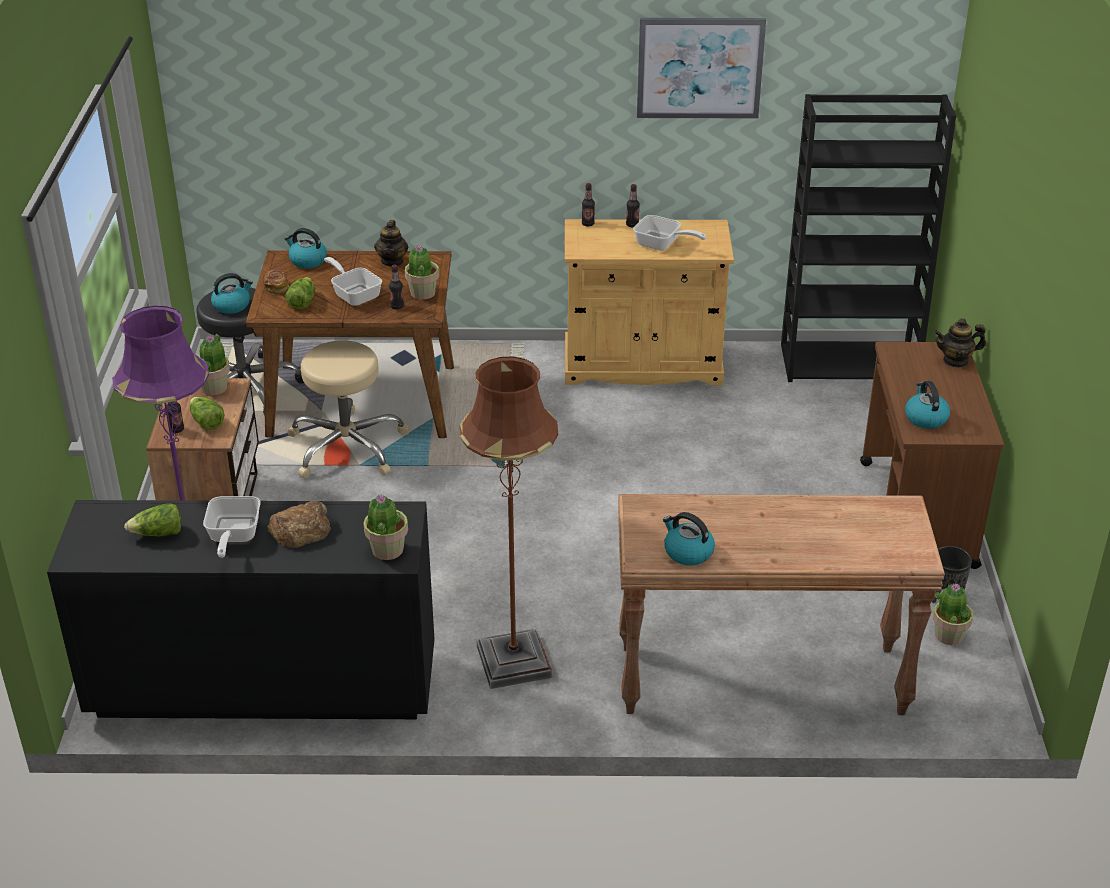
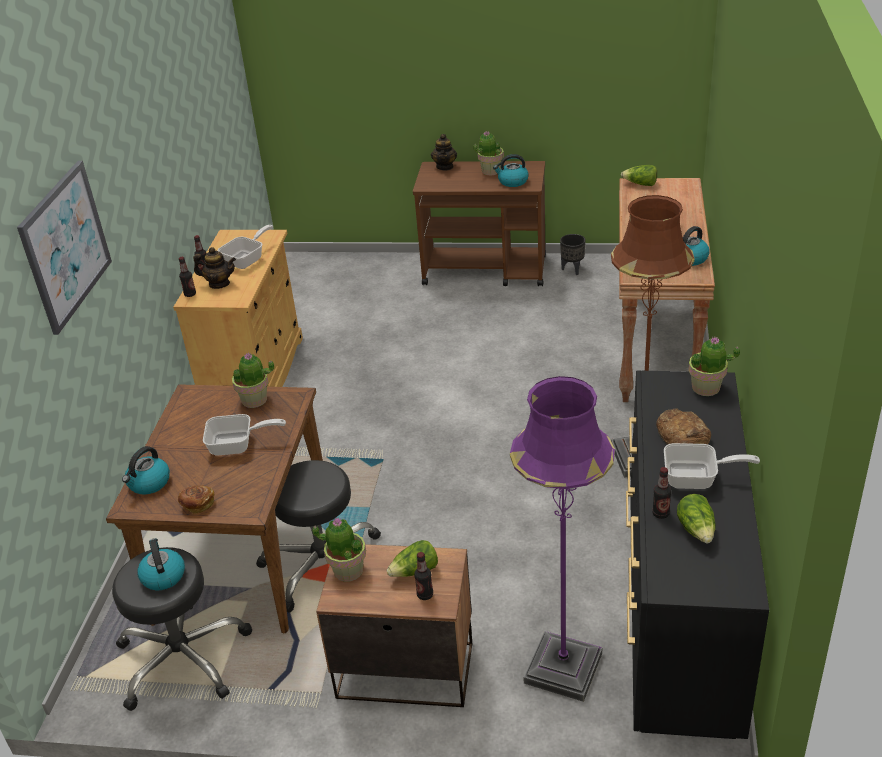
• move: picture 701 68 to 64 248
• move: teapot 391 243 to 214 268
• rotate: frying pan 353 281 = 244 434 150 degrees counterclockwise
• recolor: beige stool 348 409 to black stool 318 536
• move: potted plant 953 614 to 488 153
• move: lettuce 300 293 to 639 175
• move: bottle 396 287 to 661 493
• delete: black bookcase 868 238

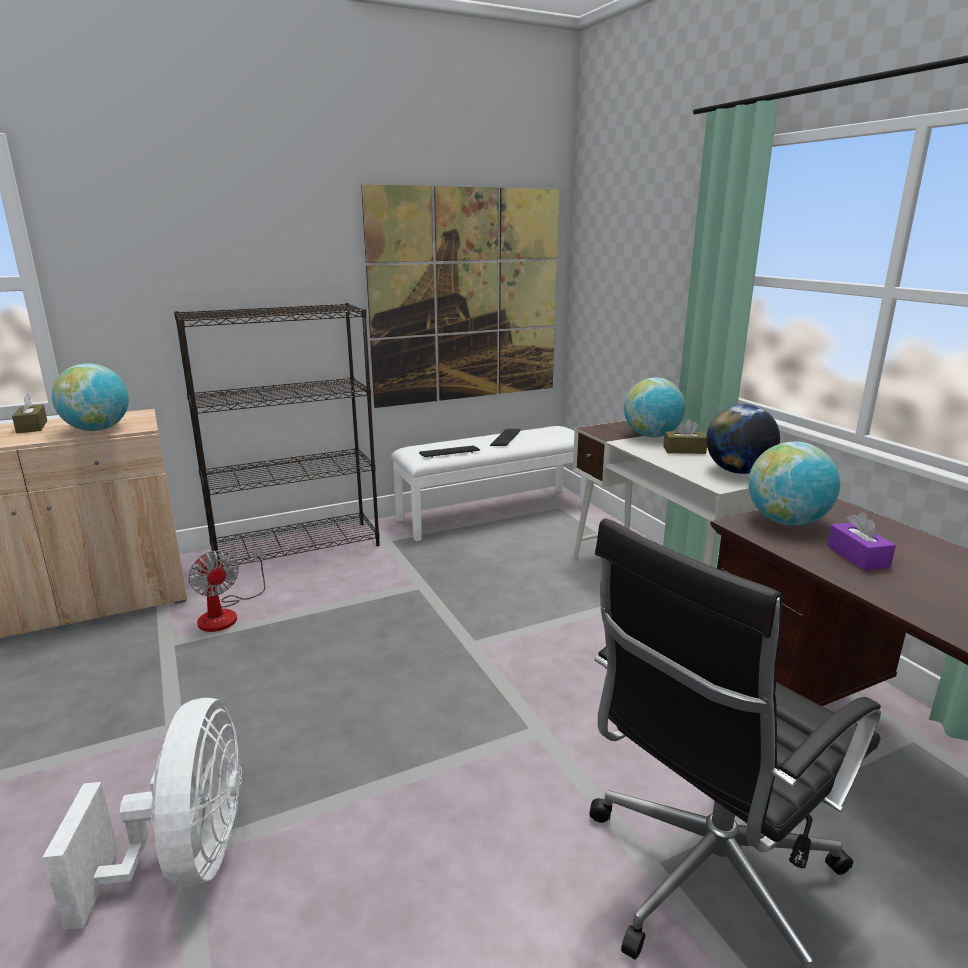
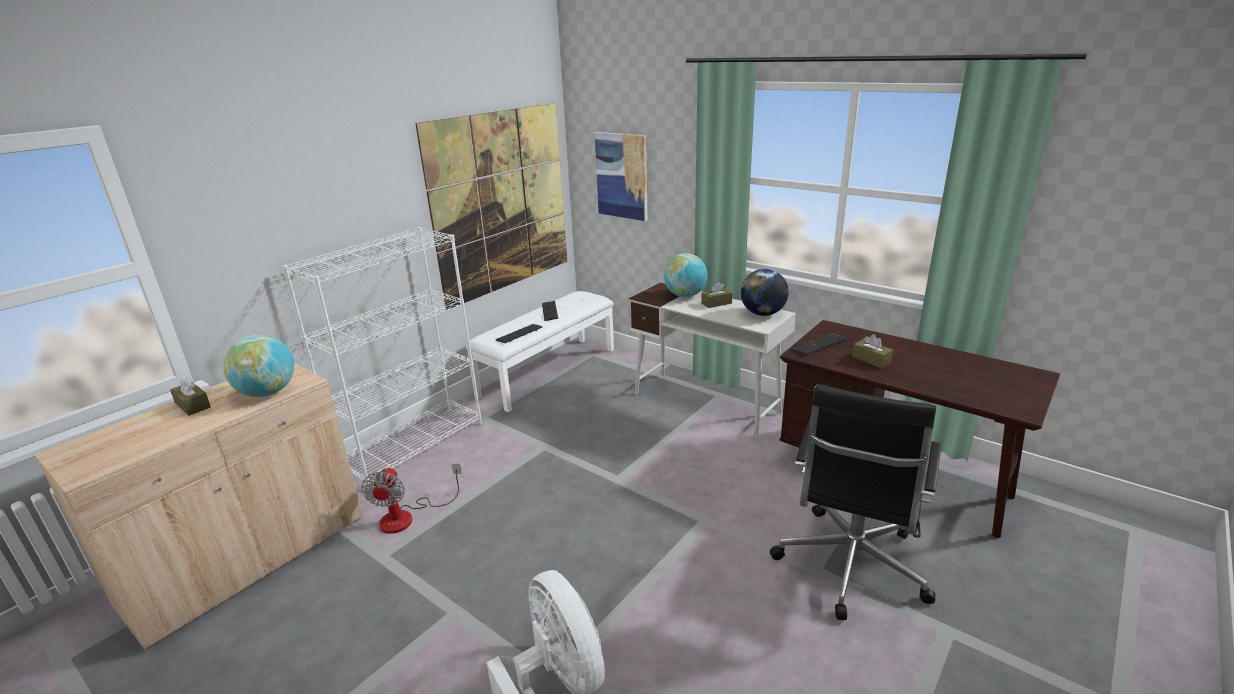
• recolor: black bookcase 277 435 to white bookcase 382 357
• rotate: fan 226 590 = 411 499 60 degrees clockwise
• insert: picture 621 176
• replace: globe 794 483 to keyboard 819 344
• recolor: purple tissue box 861 541 to brown tissue box 872 351

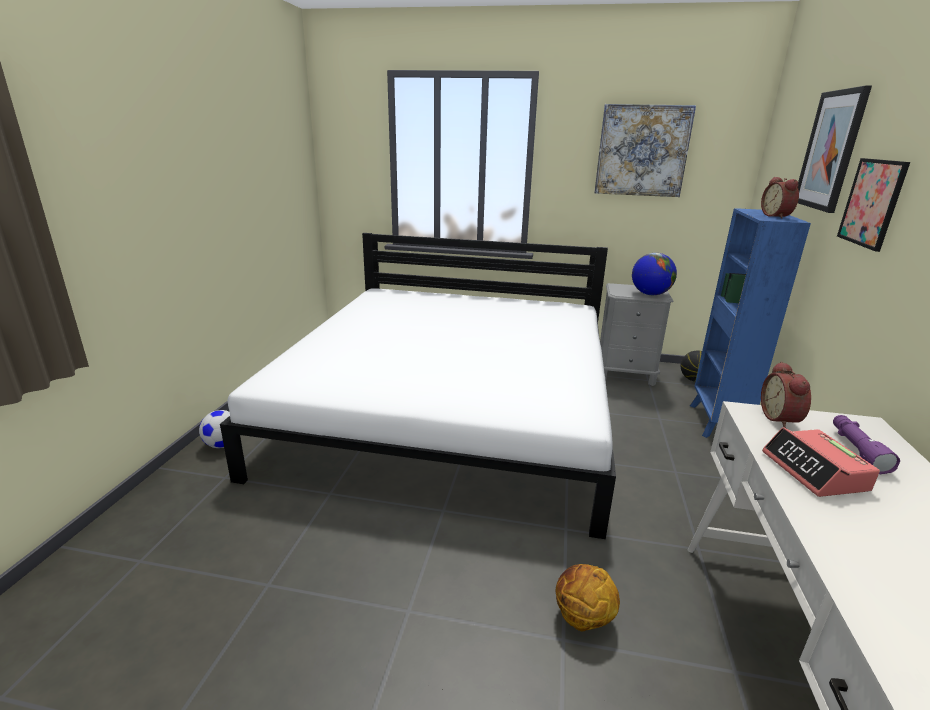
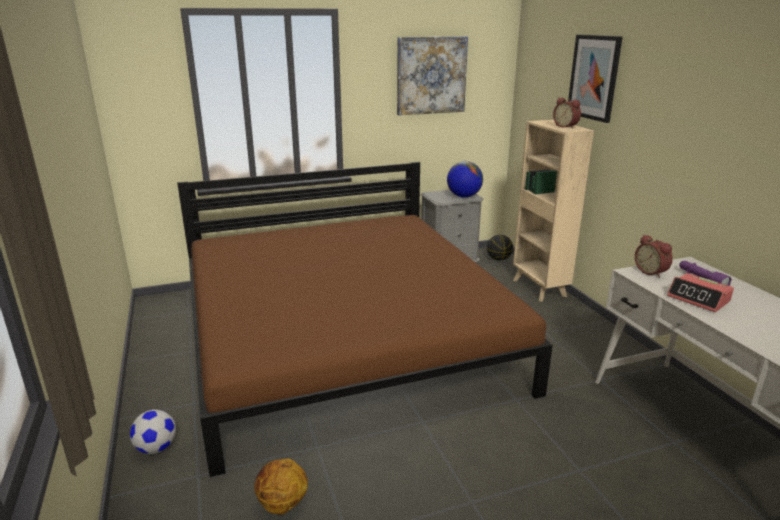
• recolor: white bed 418 386 to brown bed 365 319
• move: basketball 588 598 to 281 486
• recolor: blue bookcase 750 323 to beige bookcase 553 211
• delete: picture 873 205

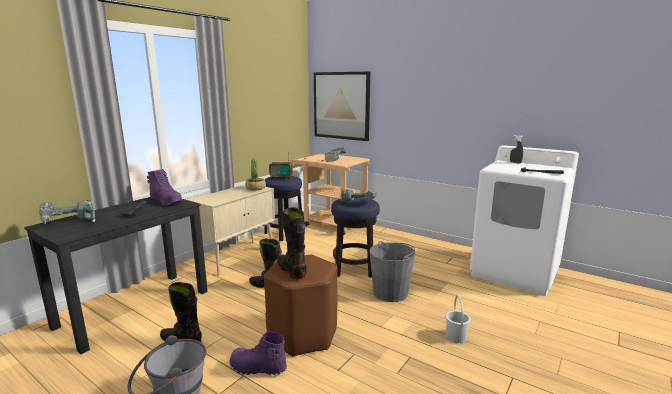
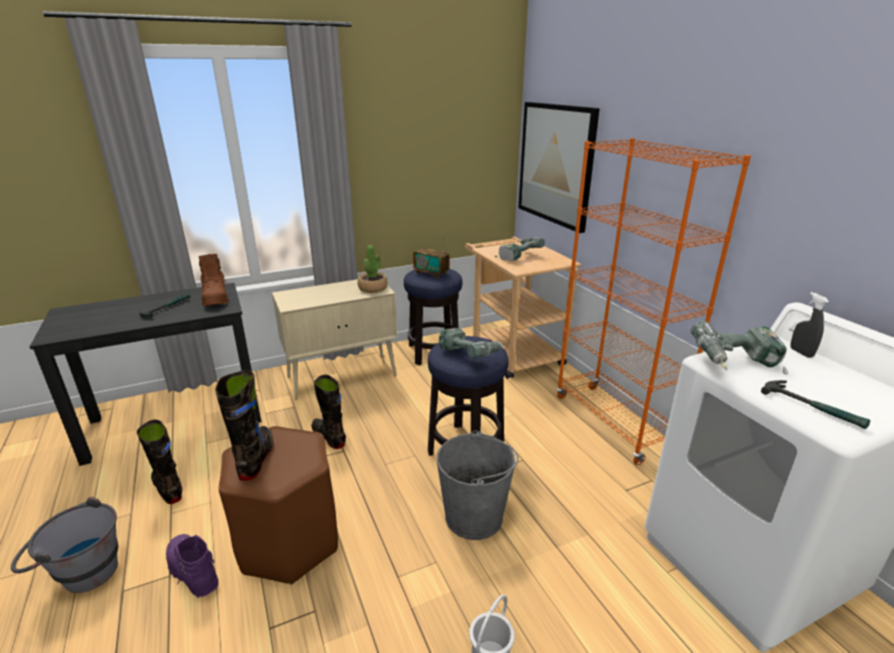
• recolor: purple boot 164 187 to brown boot 213 280
• insert: orange bookcase 653 301
• move: power drill 67 212 to 739 347

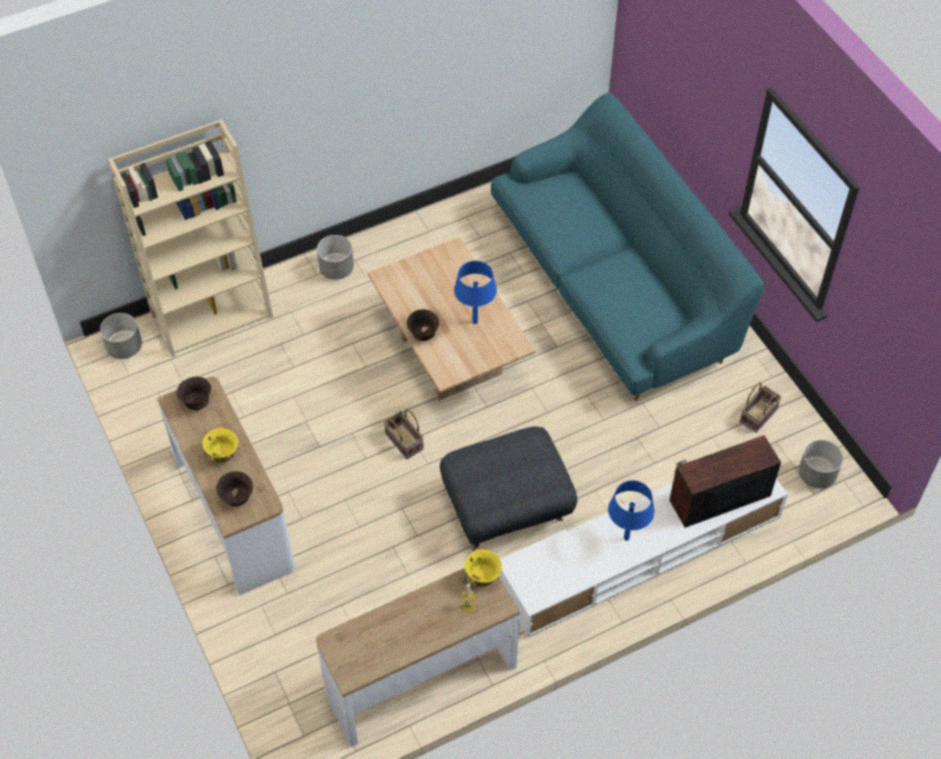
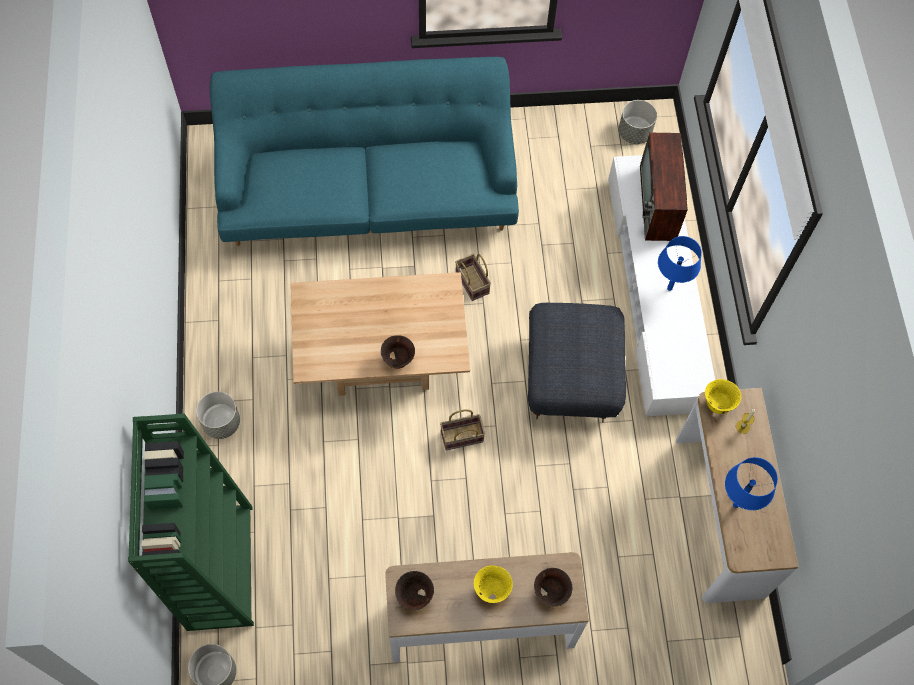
• recolor: beige bookcase 190 238 to green bookcase 191 522
• move: basket 761 407 to 473 277
• move: blue table lamp 475 292 to 751 483

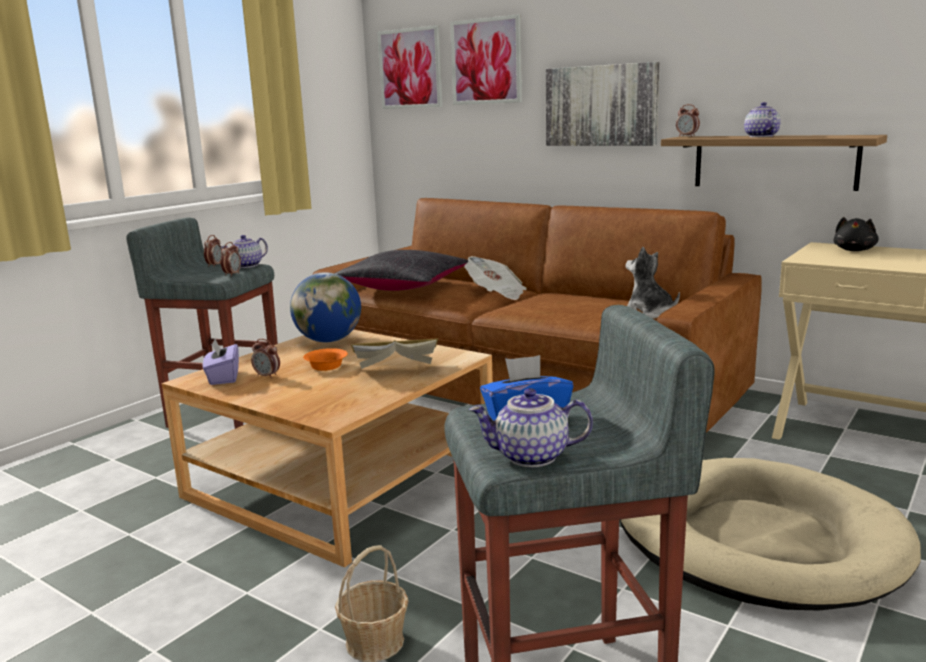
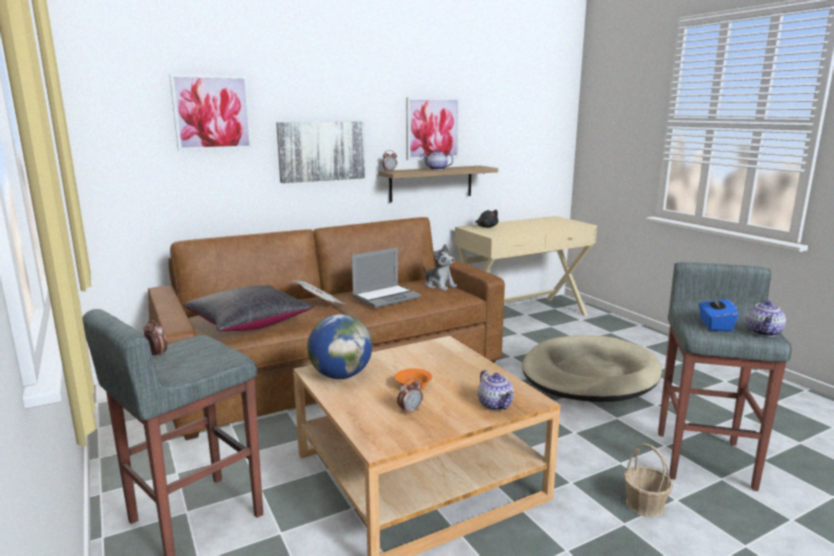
• insert: laptop 386 277
• move: picture 409 67 to 433 128
• rotate: plush toy 653 283 = 440 267 120 degrees counterclockwise
• move: teapot 244 251 to 496 390
• delete: purple tissue box 220 362
• delete: alarm clock 231 259
• delete: book 394 353

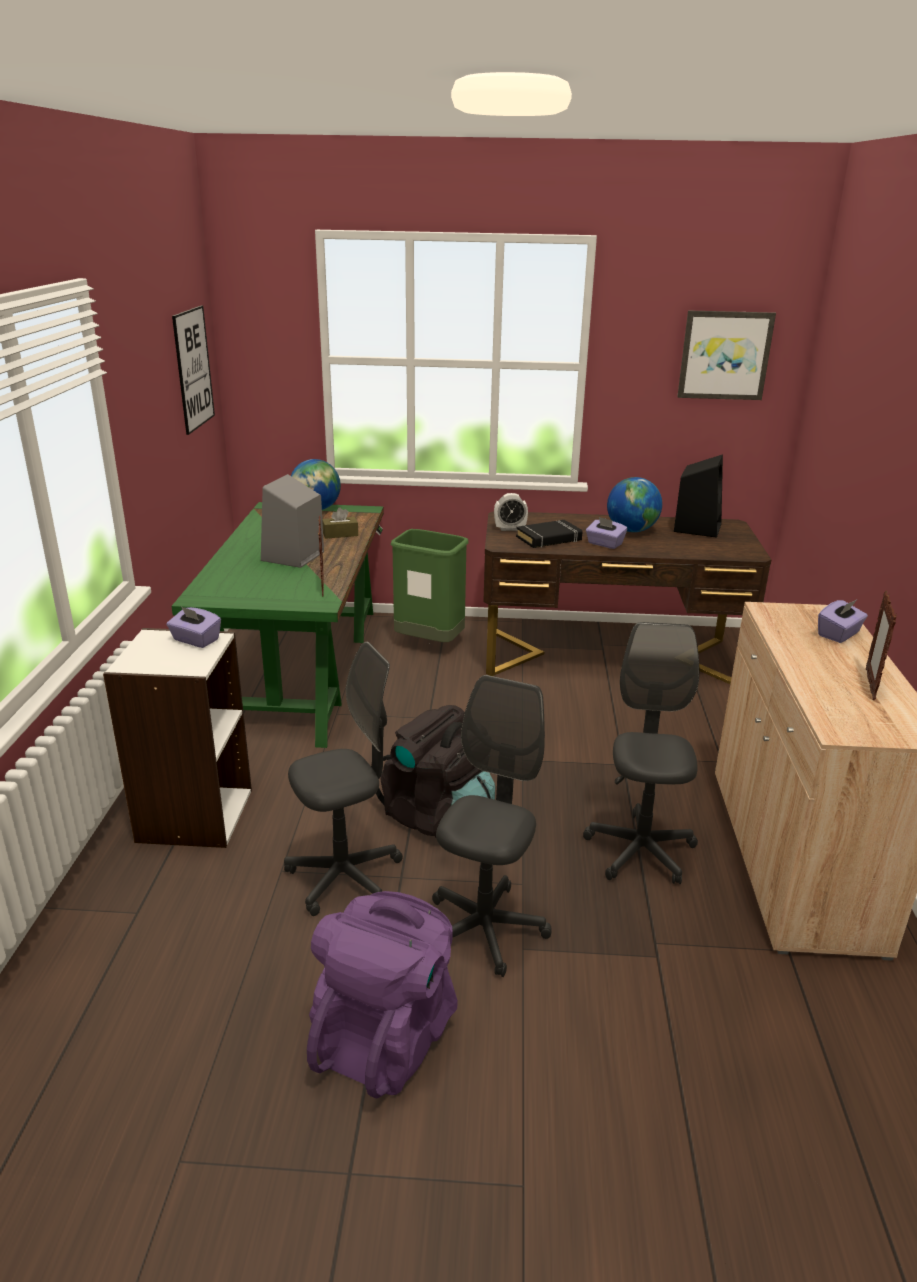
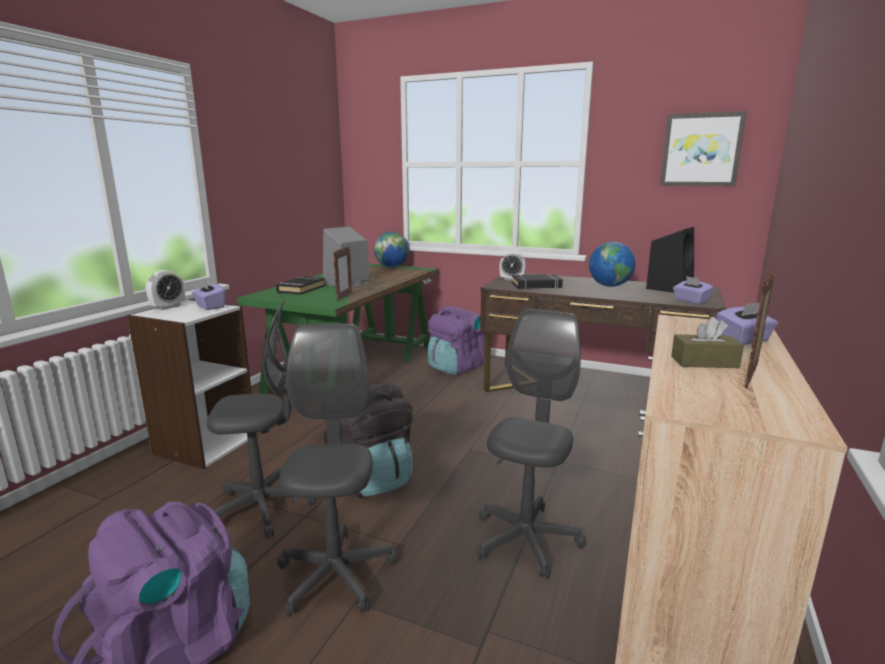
• insert: alarm clock 165 290
• insert: black book 300 285
• rotate: grey office chair 491 826 = 337 470 45 degrees counterclockwise
• replace: green trash can 430 585 to purple backpack 456 341
• move: brown tissue box 340 523 to 707 342
• move: purple tissue box 606 533 to 693 290
• delete: picture 193 370

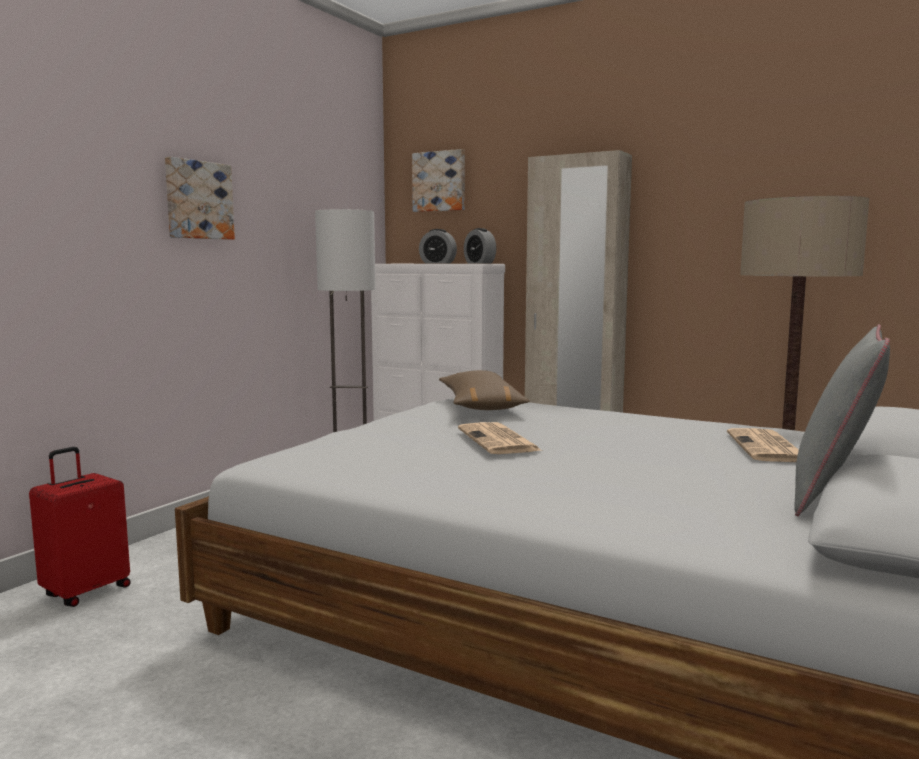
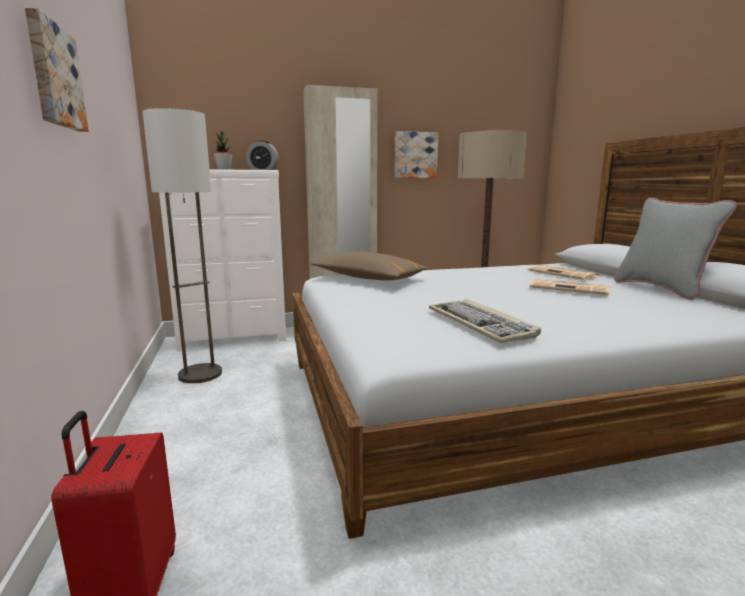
• replace: alarm clock 438 246 to potted plant 223 150
• move: picture 438 180 to 417 154
• insert: keyboard 485 321
• move: newspaper 500 438 to 570 286

